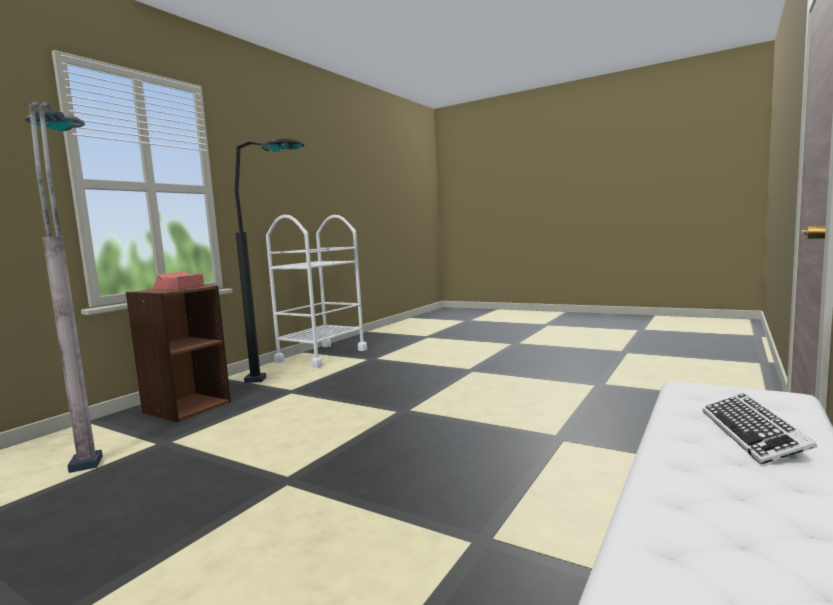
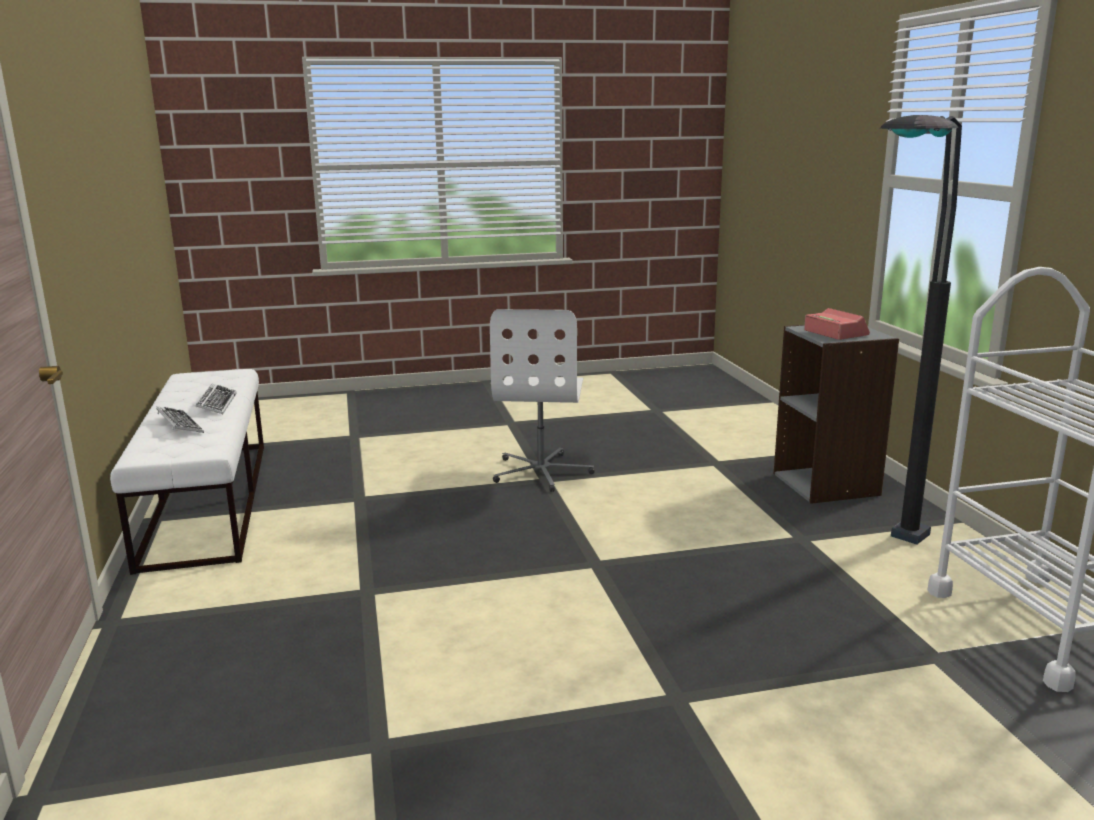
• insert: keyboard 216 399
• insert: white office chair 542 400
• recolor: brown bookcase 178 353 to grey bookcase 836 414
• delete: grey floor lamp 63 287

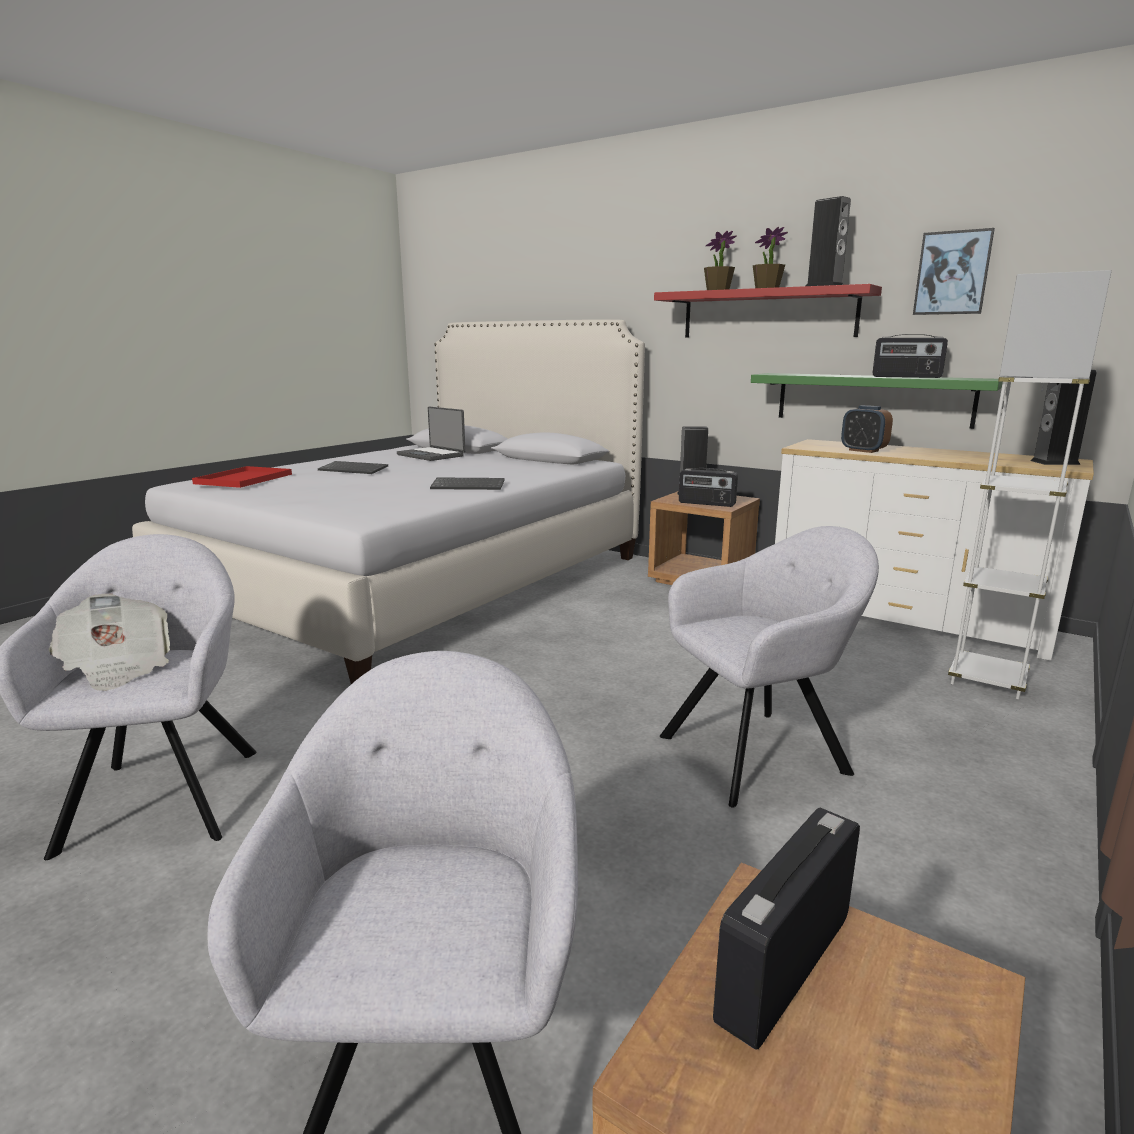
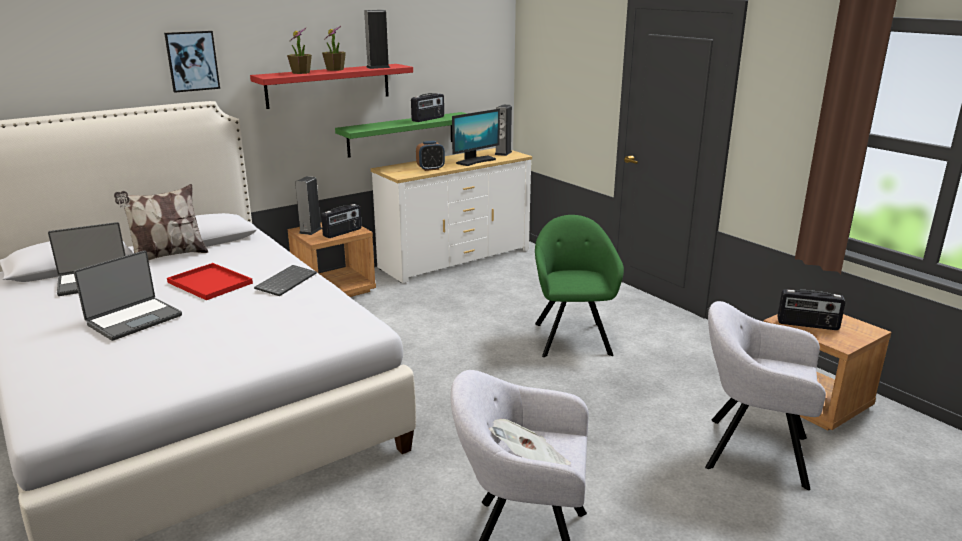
• replace: keyboard 353 467 to laptop 128 296
• insert: pillow 161 222
• move: picture 954 271 to 192 62
• move: red tray 242 477 to 210 281
• insert: monitor 476 137
• recolor: grey armchair 769 667 to green armchair 579 286
• rotate: radio 786 928 = 811 309 45 degrees counterclockwise
• delete: white floor lamp 1030 484

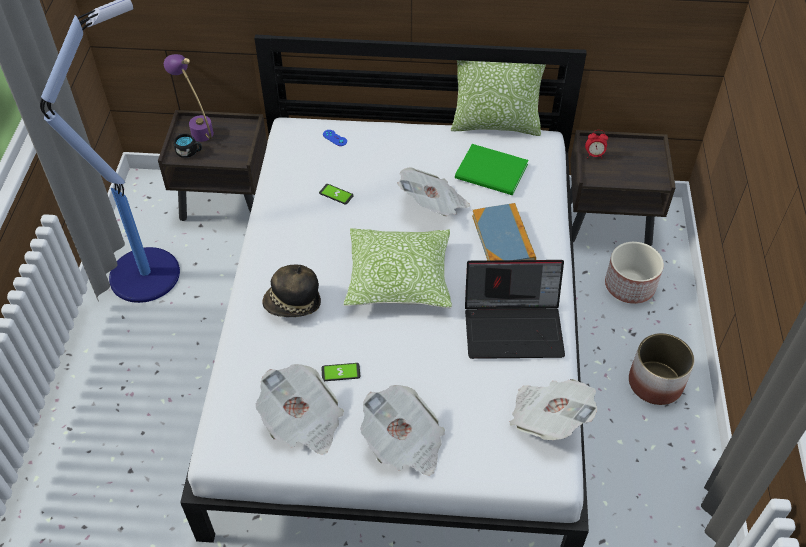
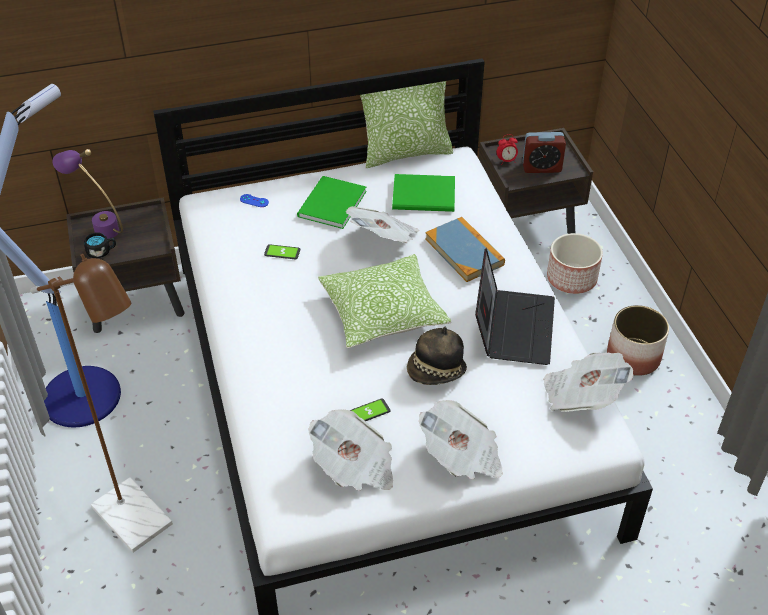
• insert: brown floor lamp 101 403
• insert: green book 332 202
• move: hat 291 291 to 437 356
• rotate: laptop 515 309 = 515 306 60 degrees counterclockwise
• insert: alarm clock 544 152

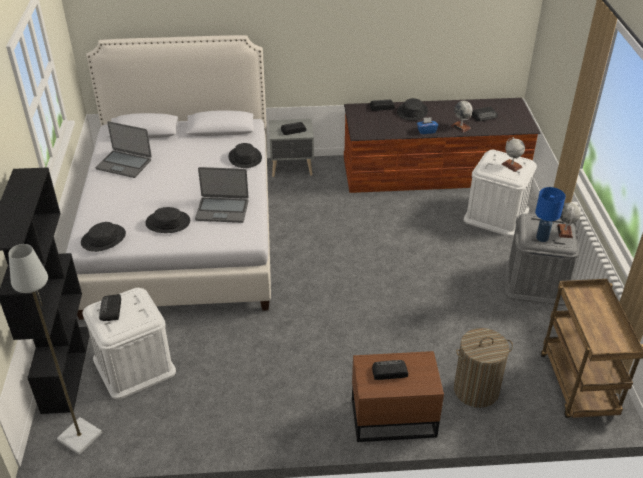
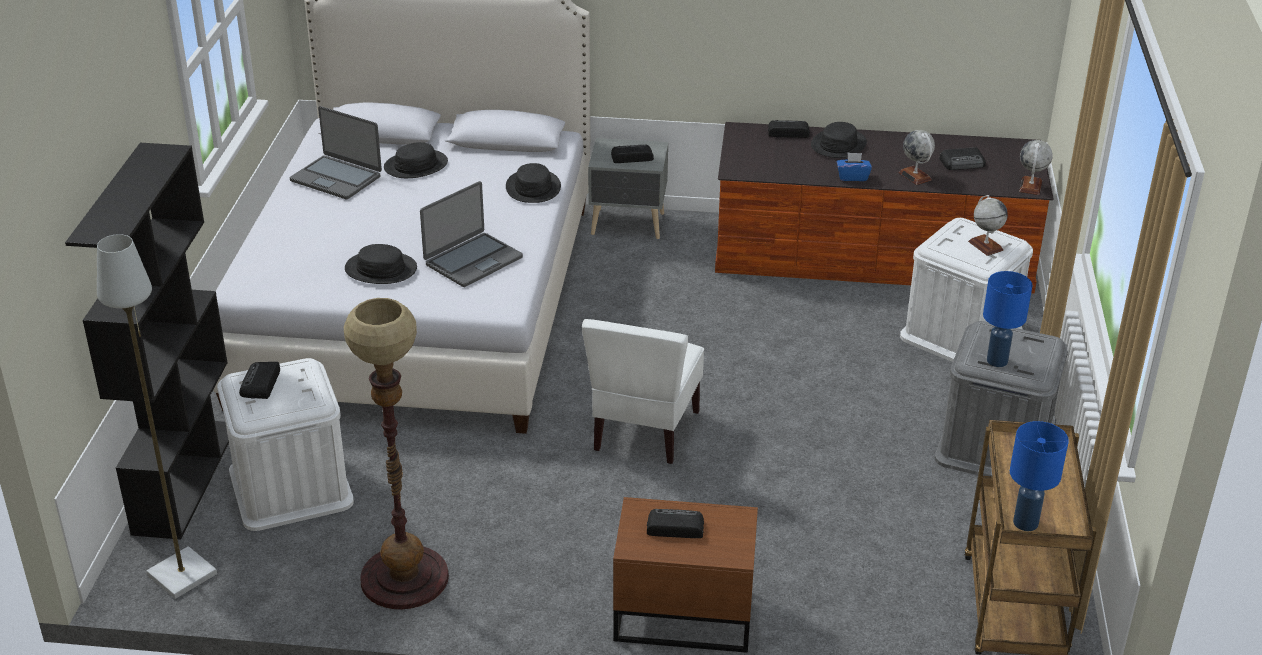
• insert: floor lamp 396 453
• move: black hat 103 237 to 416 160
• rotate: laptop 222 195 = 471 234 60 degrees counterclockwise
• insert: white chair 643 391
• insert: blue table lamp 1039 476
• move: globe 569 220 to 1036 167
• delete: laundry basket 483 368

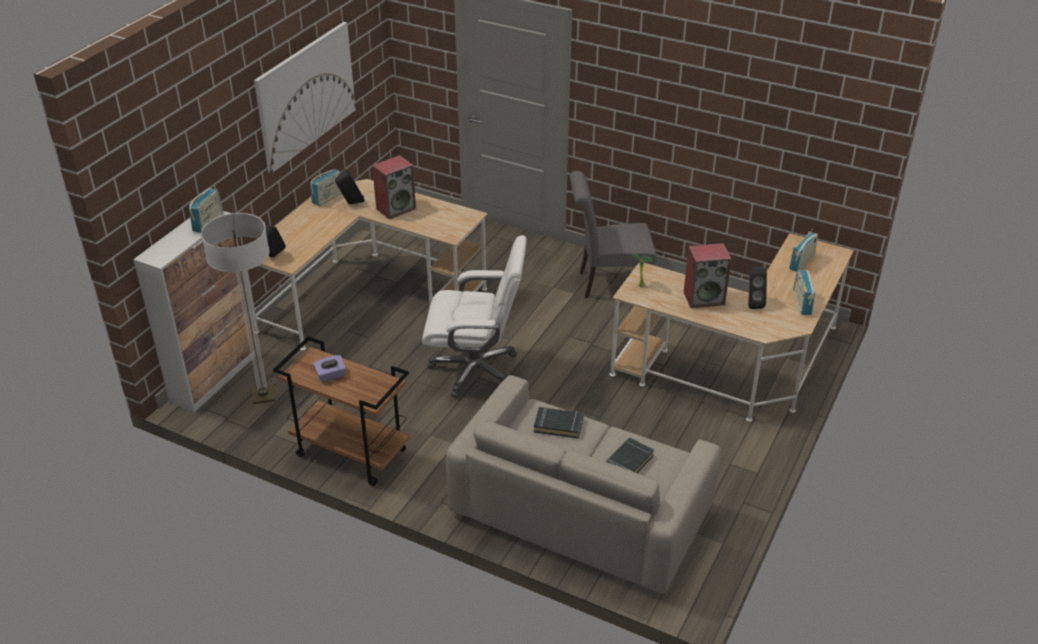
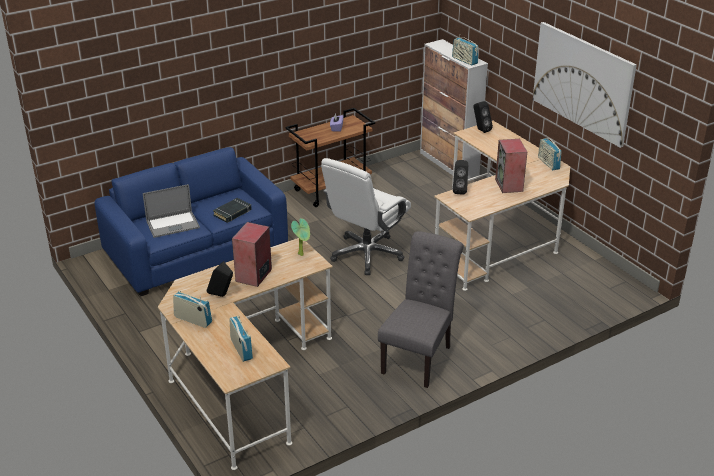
• recolor: beige sofa 583 484 to blue sofa 191 221
• replace: black book 629 455 to laptop 171 211
• move: black speaker 349 186 to 460 177
• delete: floor lamp 238 308

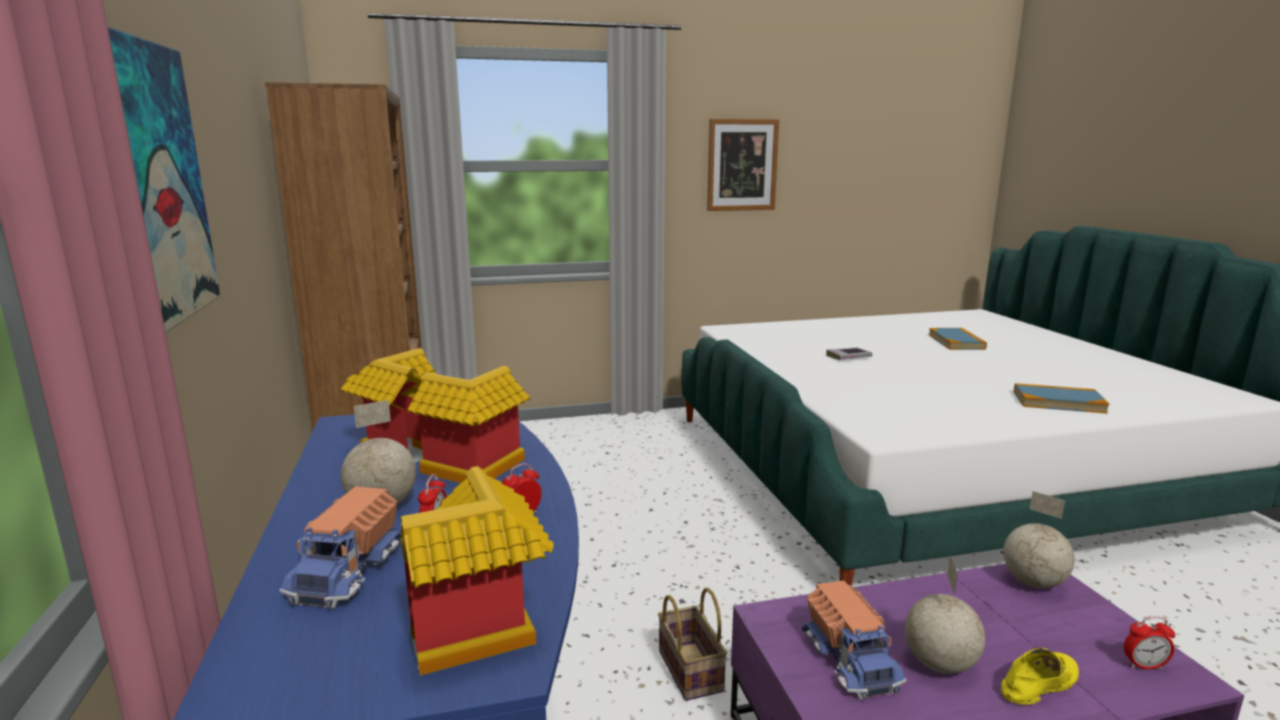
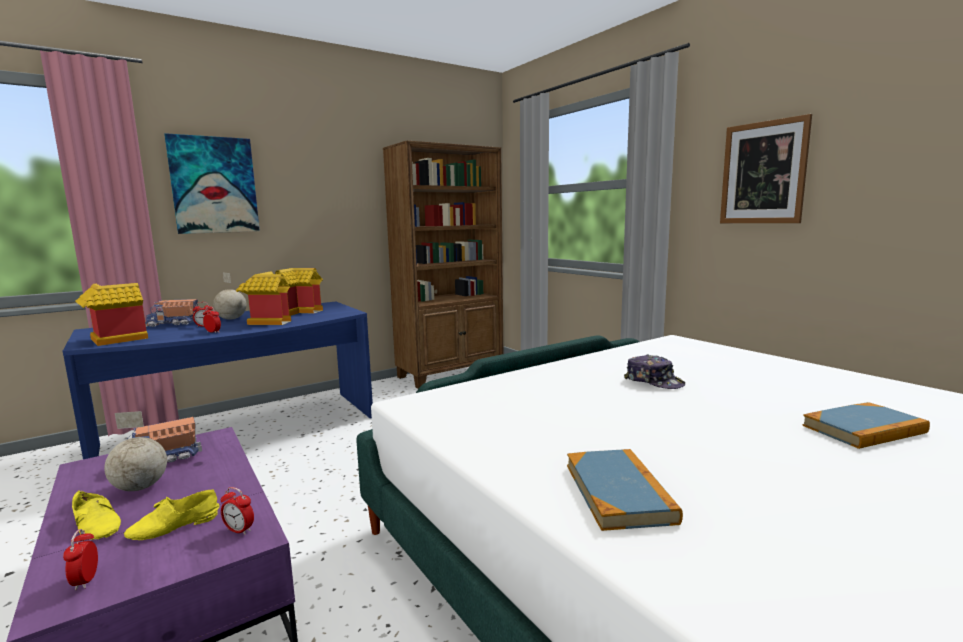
• insert: yellow shoe 172 515
• replace: globe 1039 539 to alarm clock 237 511
• replace: book 849 354 to cap 654 371
• delete: basket 692 644

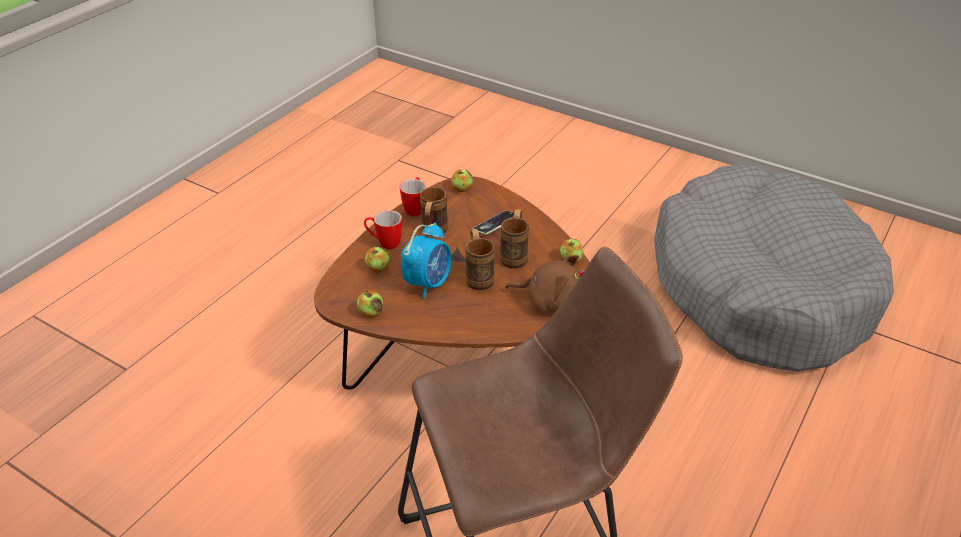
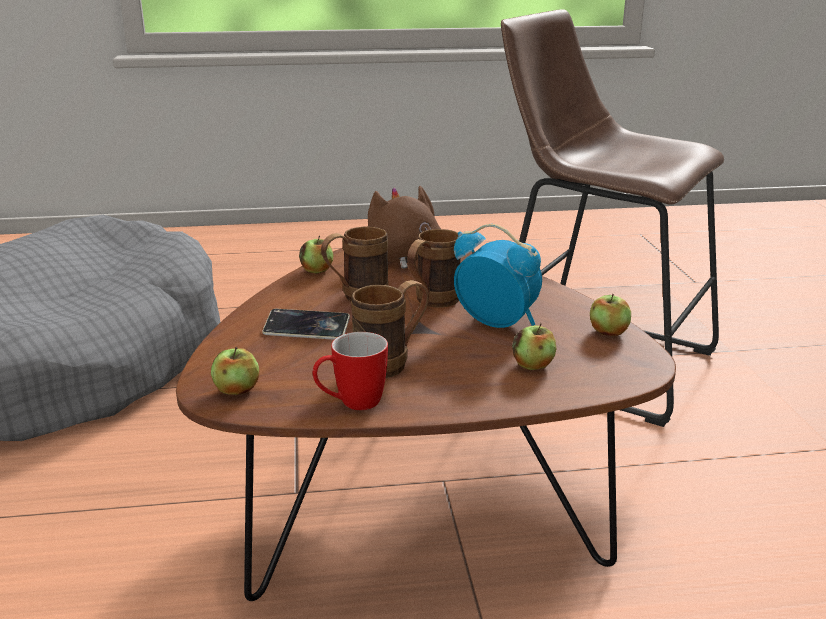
• rotate: alarm clock 426 261 = 498 276 45 degrees clockwise
• delete: mug 383 229

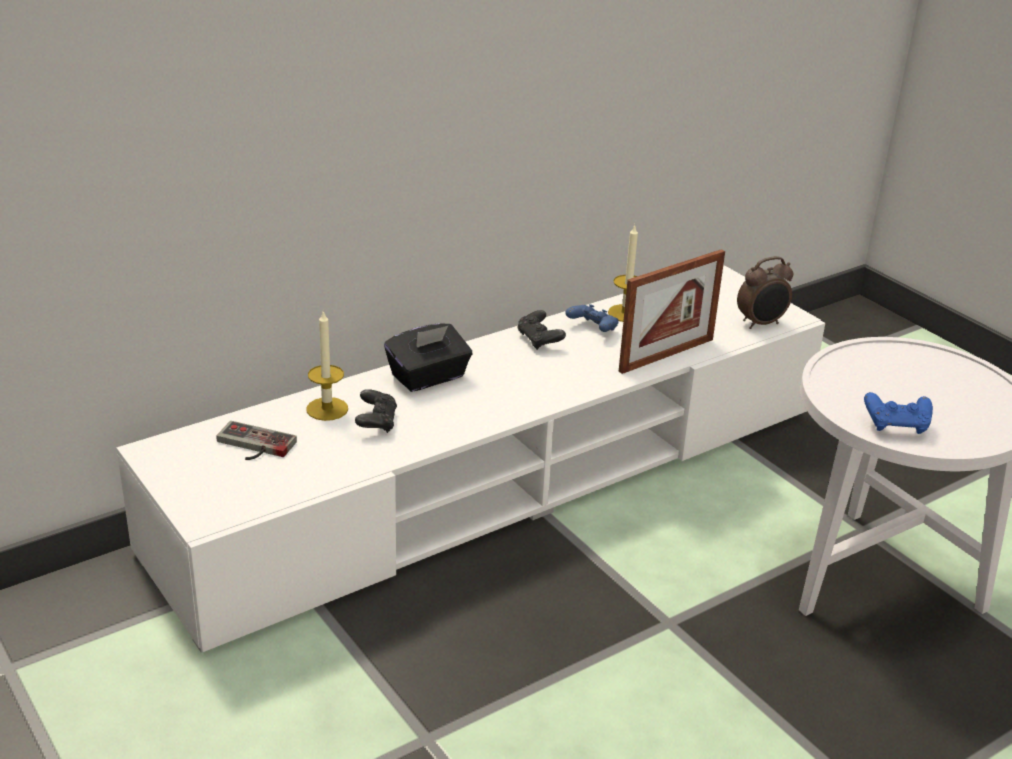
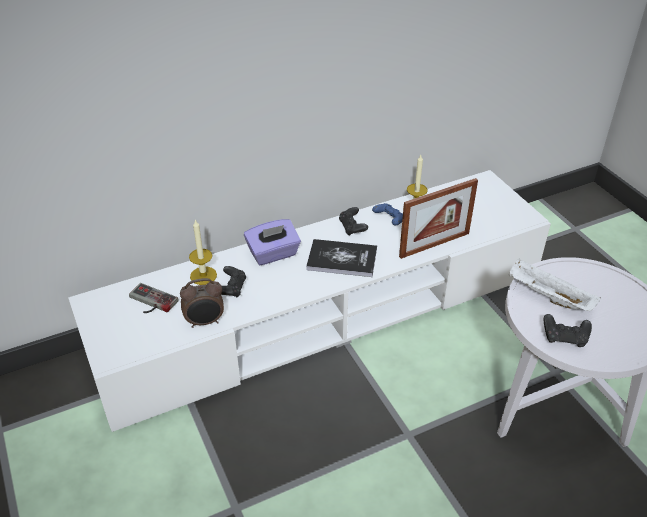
• move: alarm clock 765 292 to 202 303
• recolor: black tissue box 428 357 to purple tissue box 272 242
• insert: book 341 258
• insert: white tray 554 284
• recolor: blue game controller 898 413 to black game controller 567 330

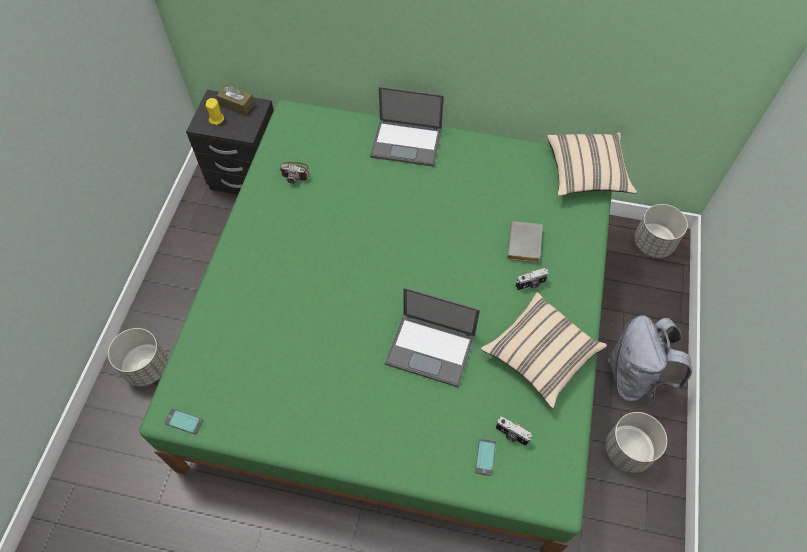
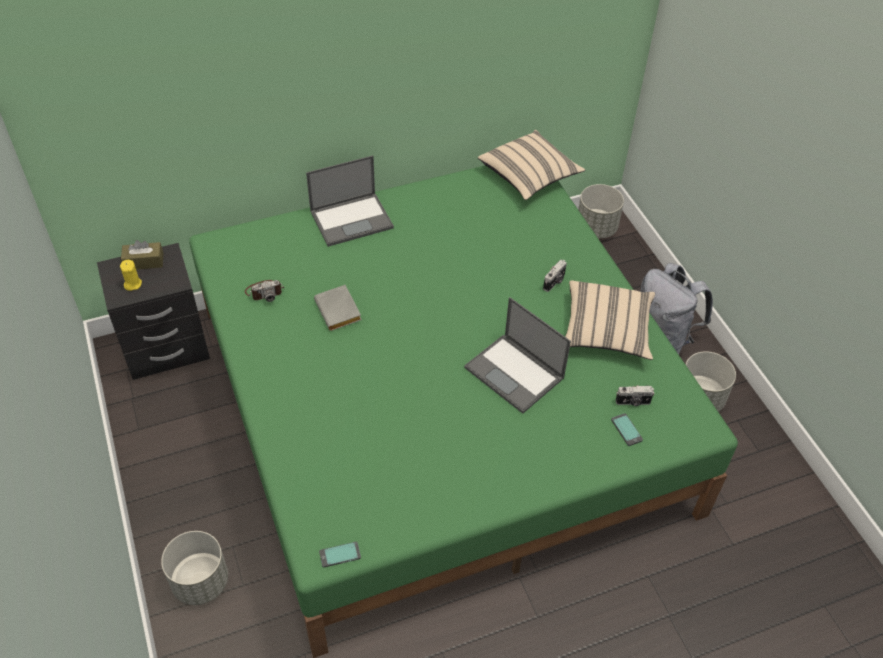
• move: grey book 525 242 to 338 308
• rotate: laptop 432 337 = 517 355 60 degrees clockwise

